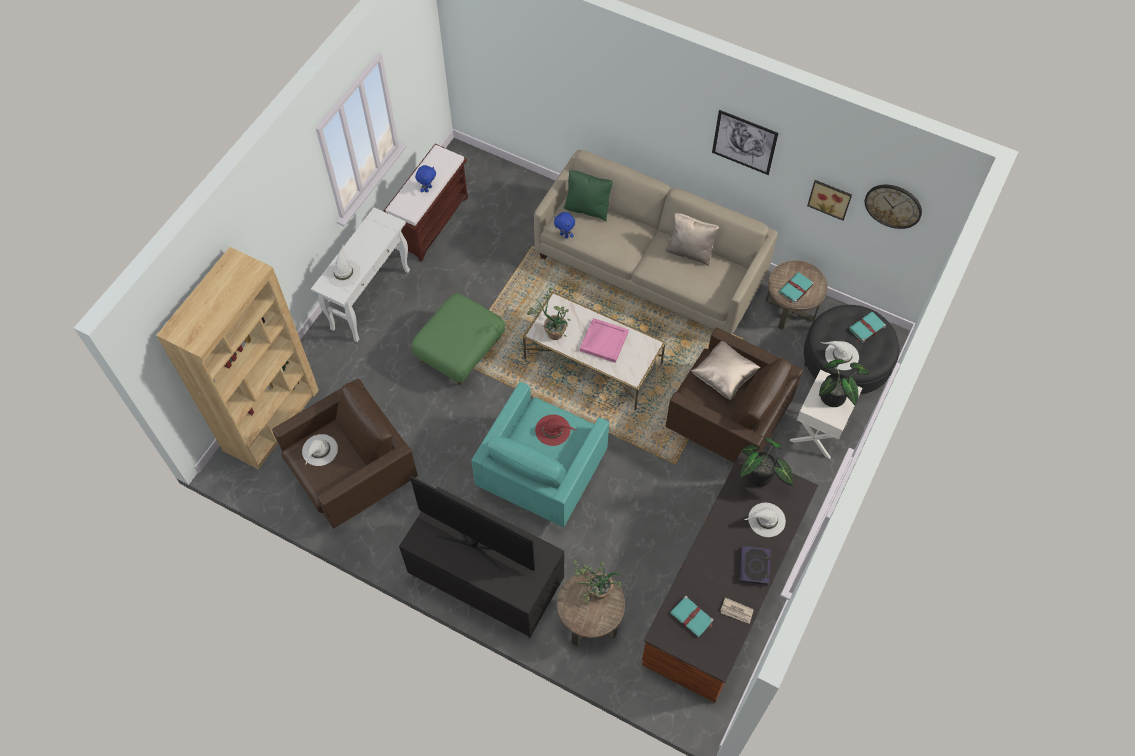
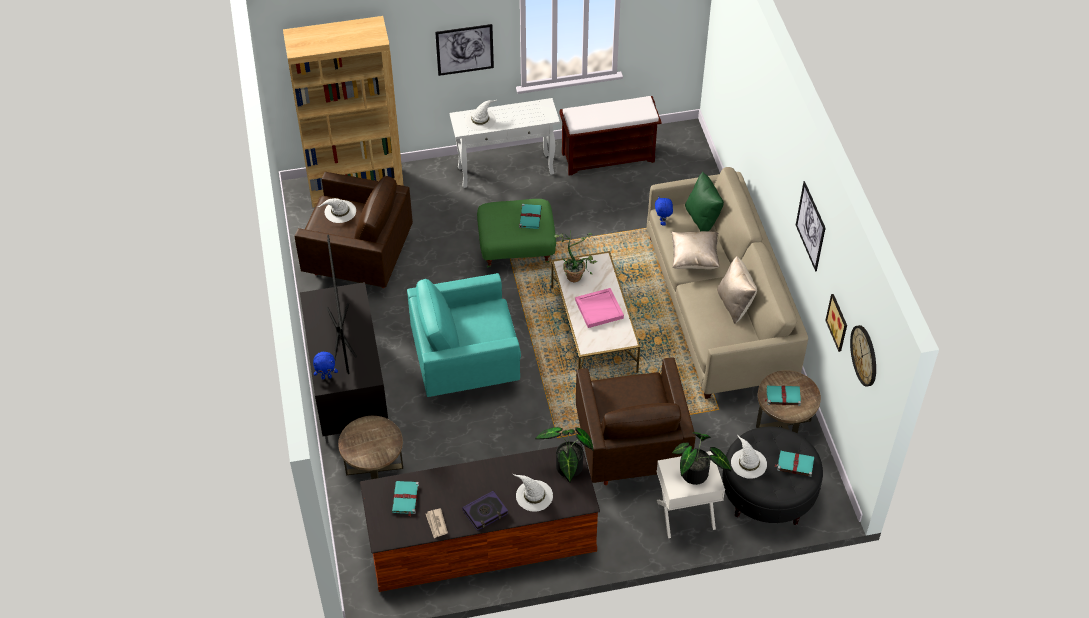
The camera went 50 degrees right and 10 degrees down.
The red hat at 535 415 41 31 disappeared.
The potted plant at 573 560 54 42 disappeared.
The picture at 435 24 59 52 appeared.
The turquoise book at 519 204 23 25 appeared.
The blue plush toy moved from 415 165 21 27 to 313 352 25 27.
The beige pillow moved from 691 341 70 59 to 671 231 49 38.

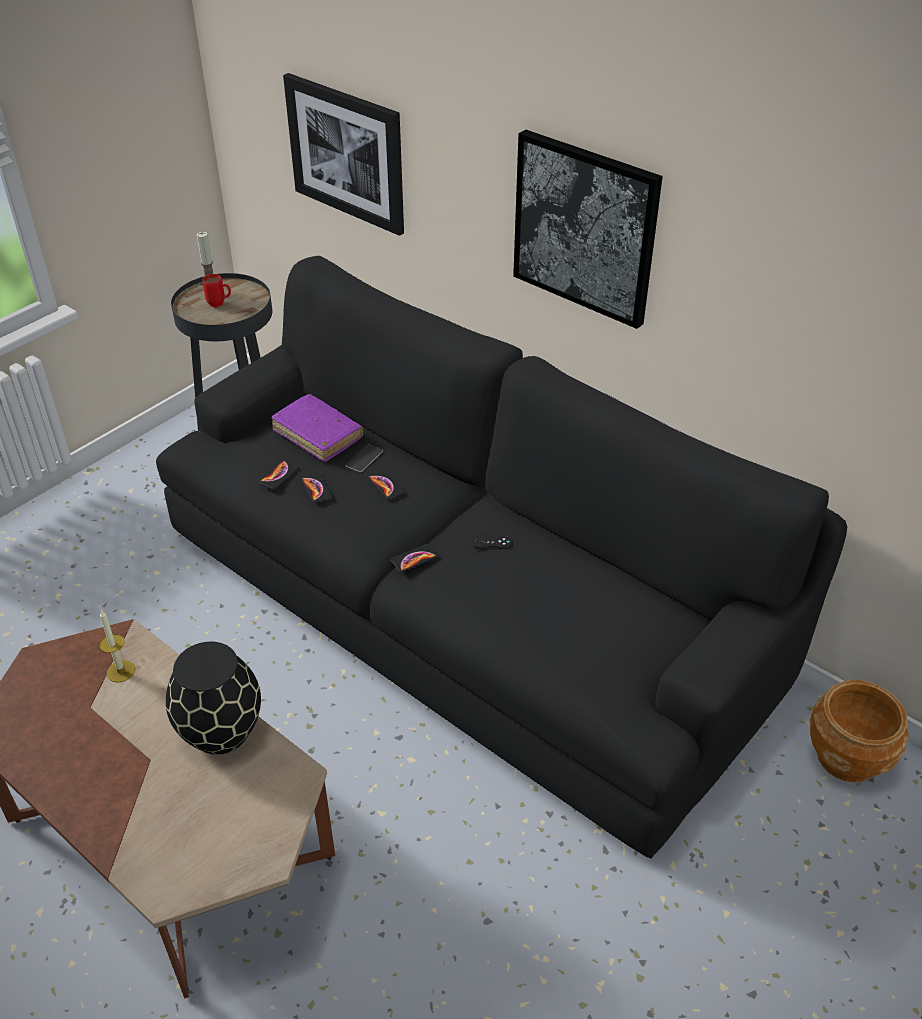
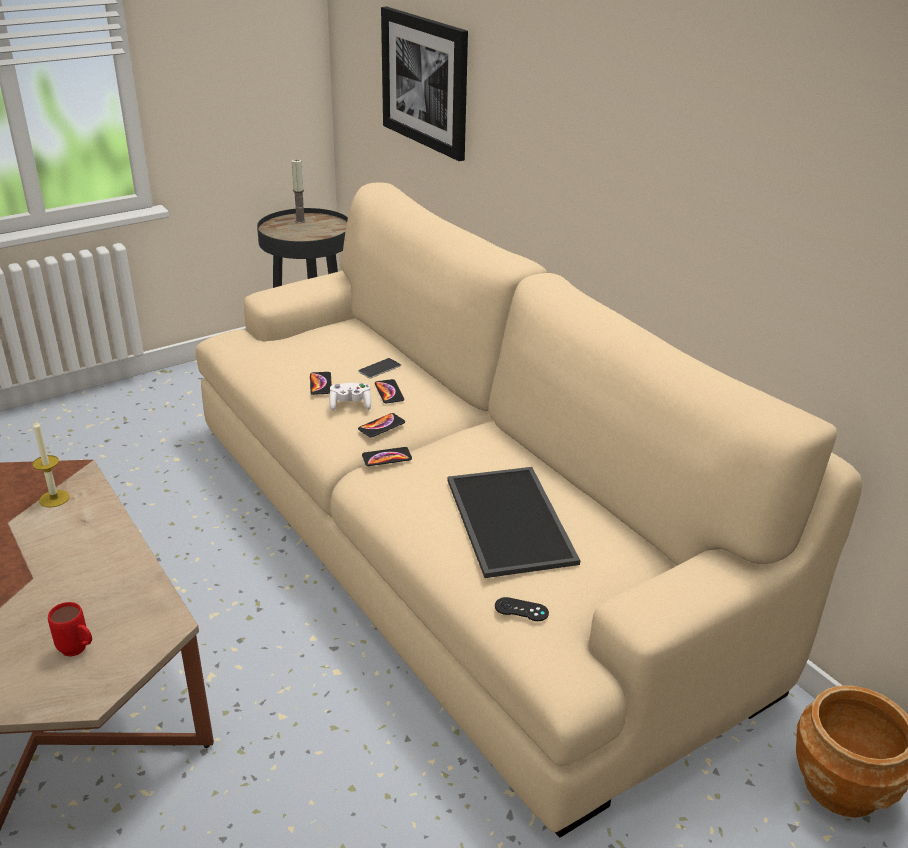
The camera went 15 degrees right and 10 degrees down.
The black vase at 166 642 95 113 disappeared.
The purple book at 272 394 91 68 disappeared.
The picture at 513 130 150 199 disappeared.
The white game controller at 329 383 42 28 appeared.
The tray at 448 467 132 111 appeared.
The red mug moved from 203 274 28 33 to 48 602 44 55.
The phone moved from 259 460 40 29 to 358 413 47 24.
The black game controller moved from 472 535 41 14 to 495 597 54 24.
The black sofa at 156 256 691 602 became the beige sofa at 196 182 666 656.

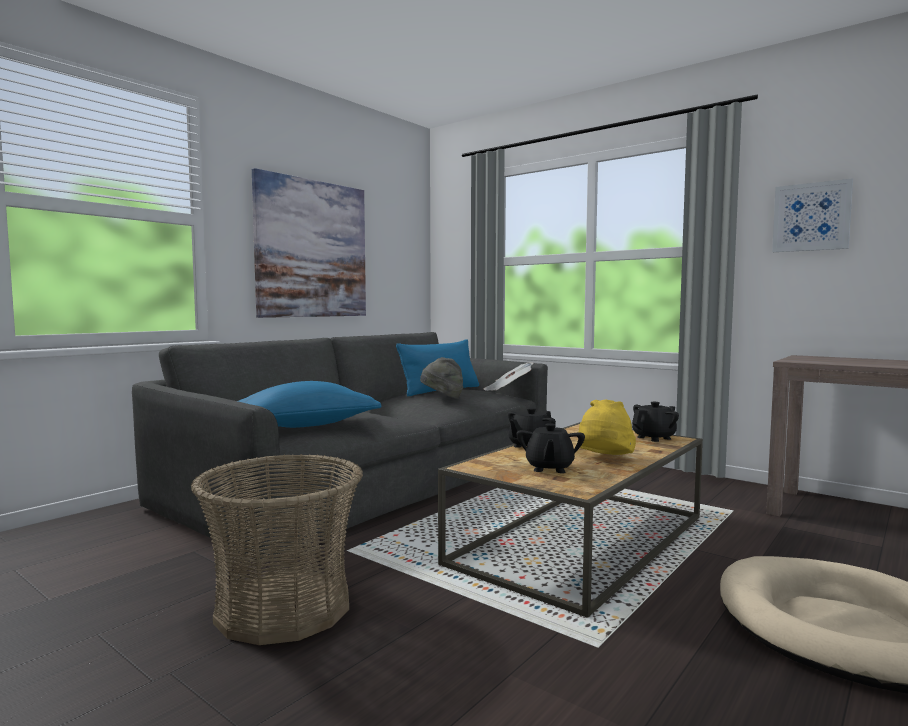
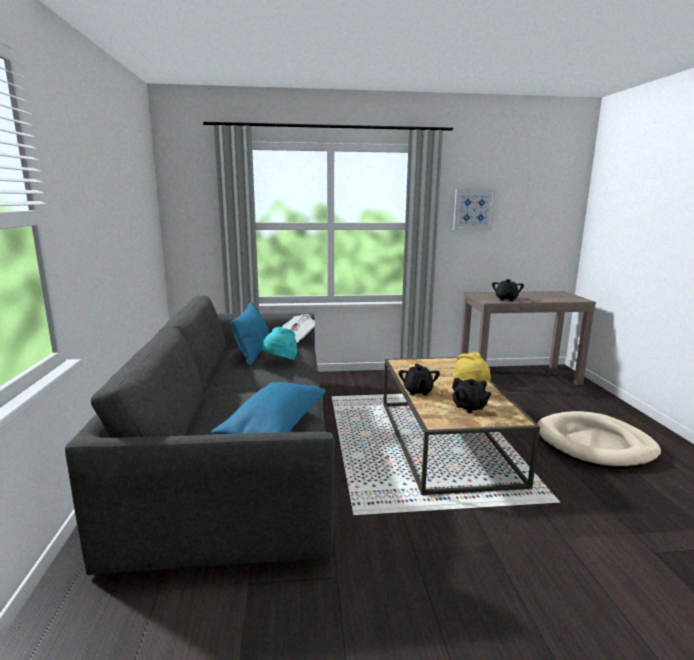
The camera went 45 degrees left and 10 degrees up.
The basket at 191 454 172 191 disappeared.
The picture at 252 168 114 150 disappeared.
The black teapot moved from 632 402 47 40 to 492 279 32 22.
The grey hat at 420 357 43 42 became the turquoise hat at 262 327 36 33.

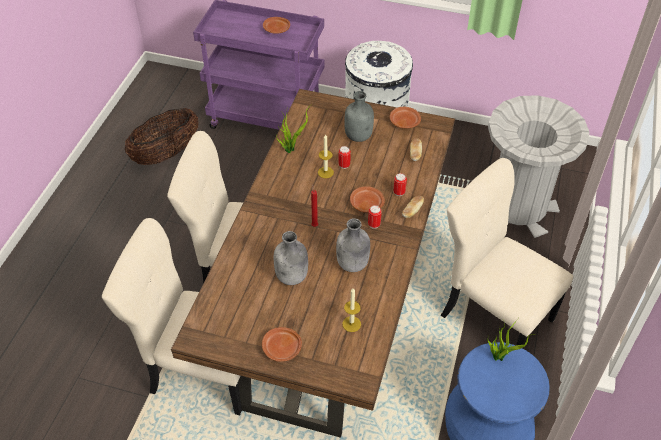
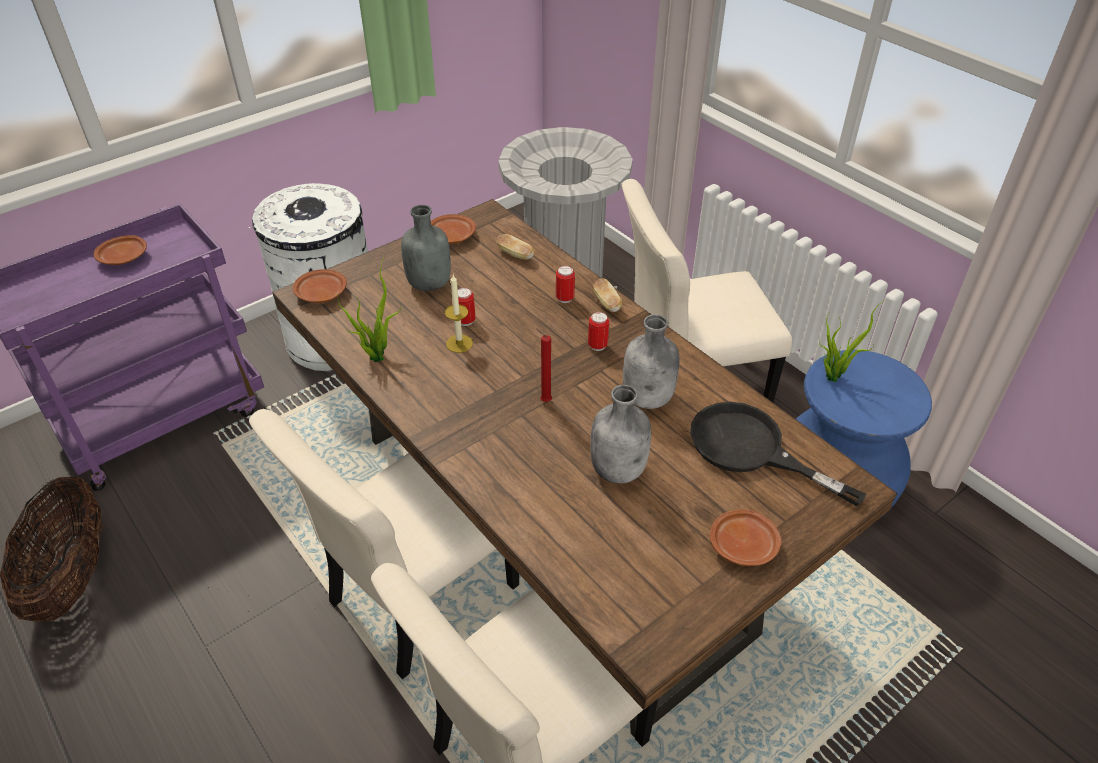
The camera went 55 degrees left and 5 degrees down.
The brown plate moved from 350 186 35 27 to 293 269 54 34.
The candle at 342 289 19 43 was replaced by the black frying pan at 690 402 176 104.

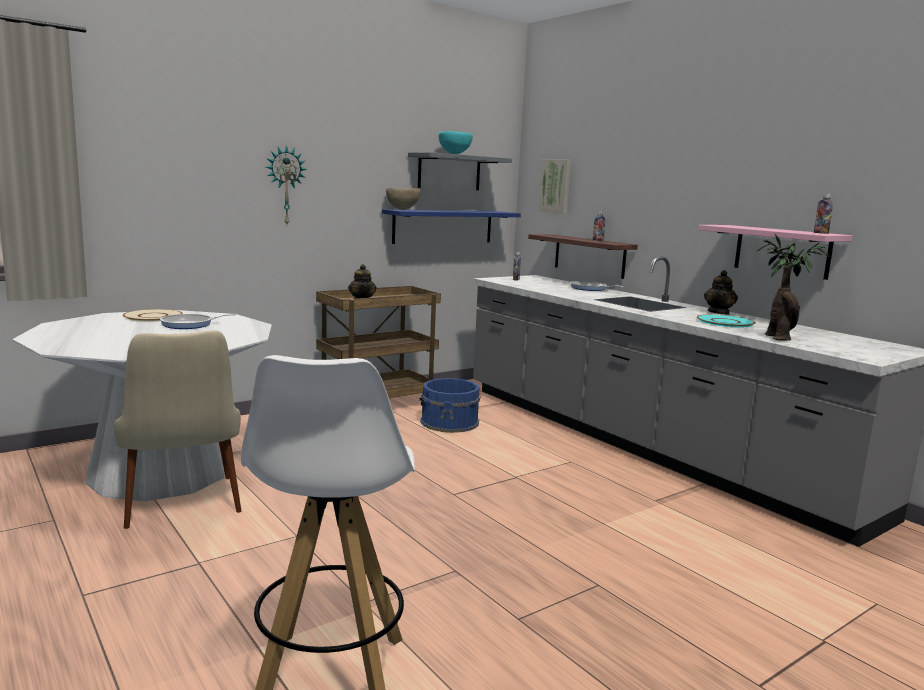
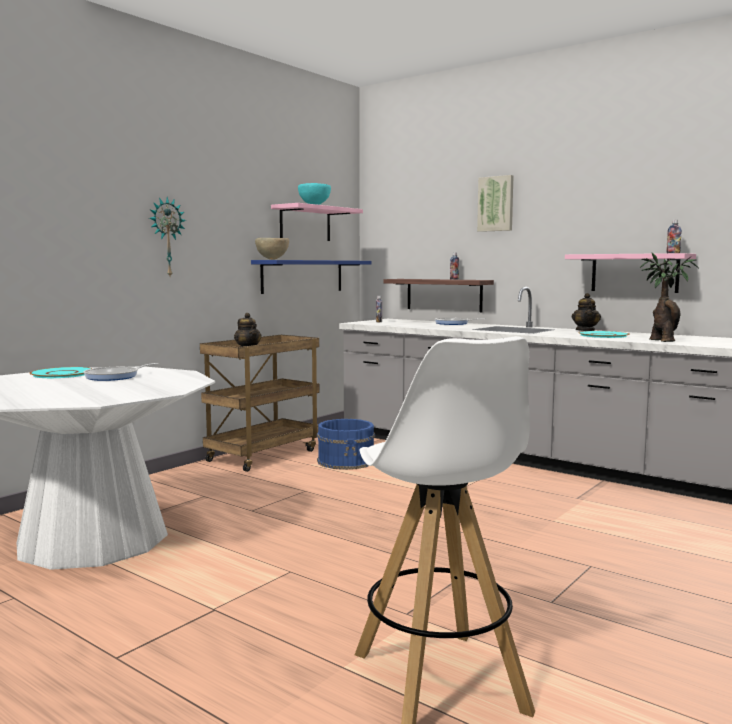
The camera went 15 degrees left and 5 degrees down.
The beige chair at 114 330 127 199 disappeared.
The picture moved from 539 159 32 55 to 477 175 37 57.
The beige plate at 123 309 60 13 became the turquoise plate at 30 367 63 11.
The grey shelf at 408 152 104 38 became the pink shelf at 271 203 92 38.

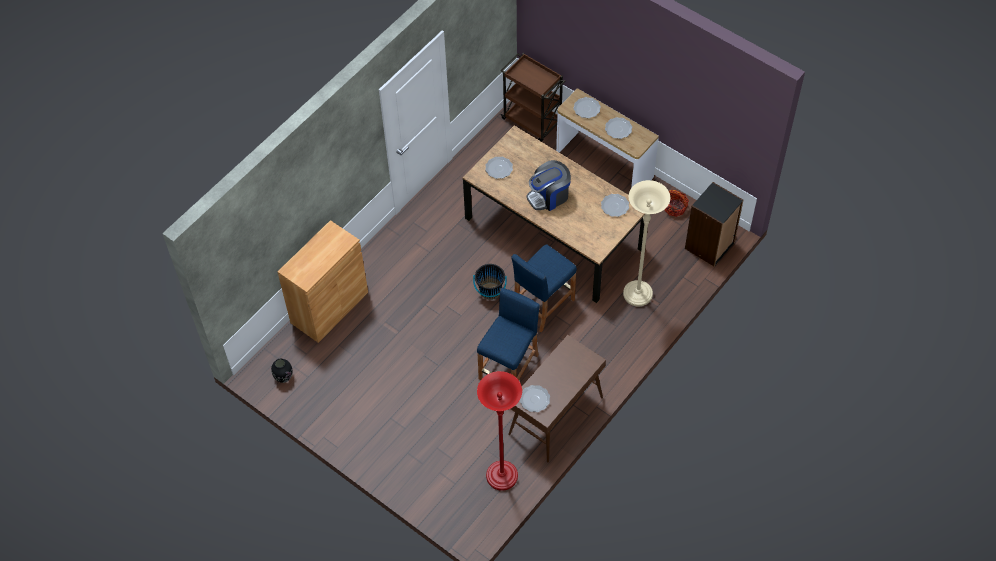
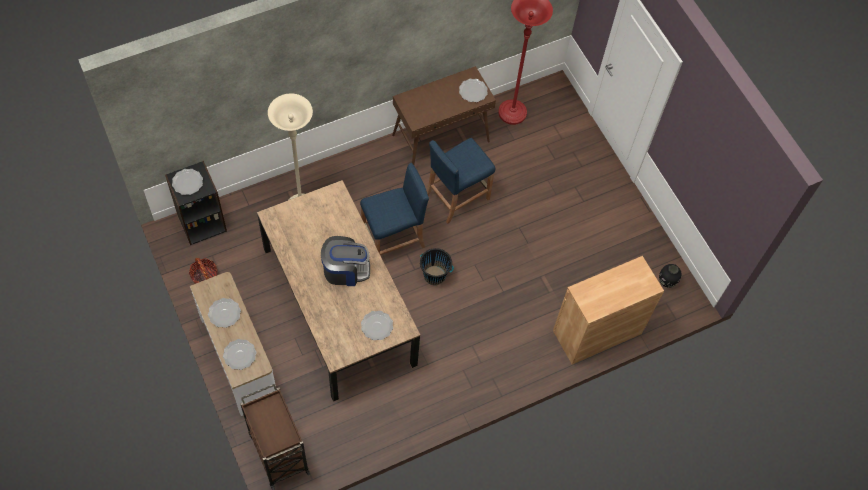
The camera went 160 degrees left and 5 degrees up.
The plate moved from 601 194 28 23 to 172 169 31 26.

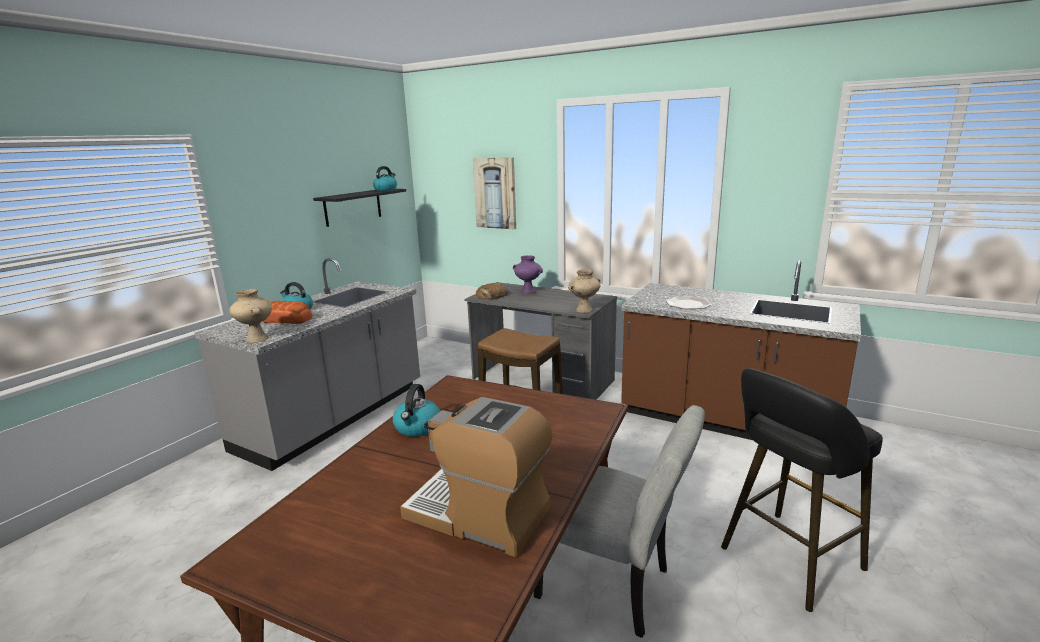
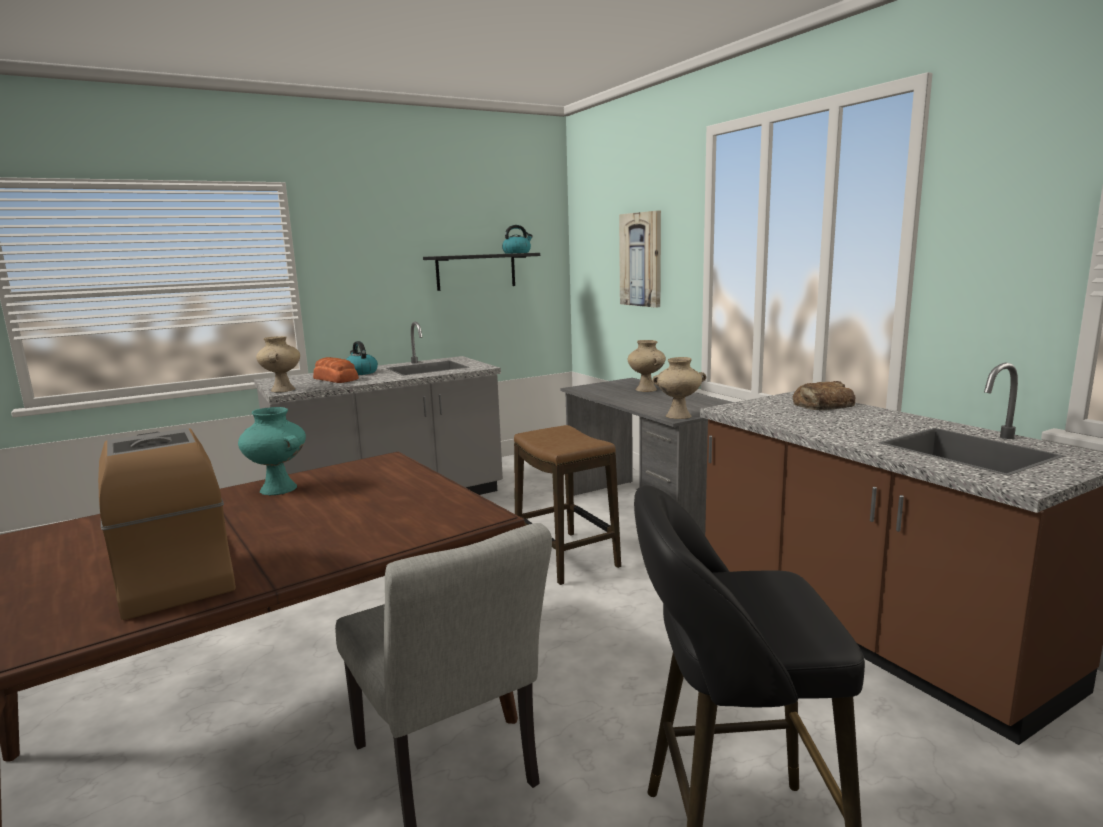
The camera went 30 degrees right and 5 degrees down.
The plate at 666 296 45 13 disappeared.
The bread moved from 476 282 32 18 to 793 381 63 29.
The kettle at 393 384 47 53 was replaced by the turquoise vase at 238 407 68 88.
The purple vase at 513 255 30 39 became the beige vase at 627 340 39 52.

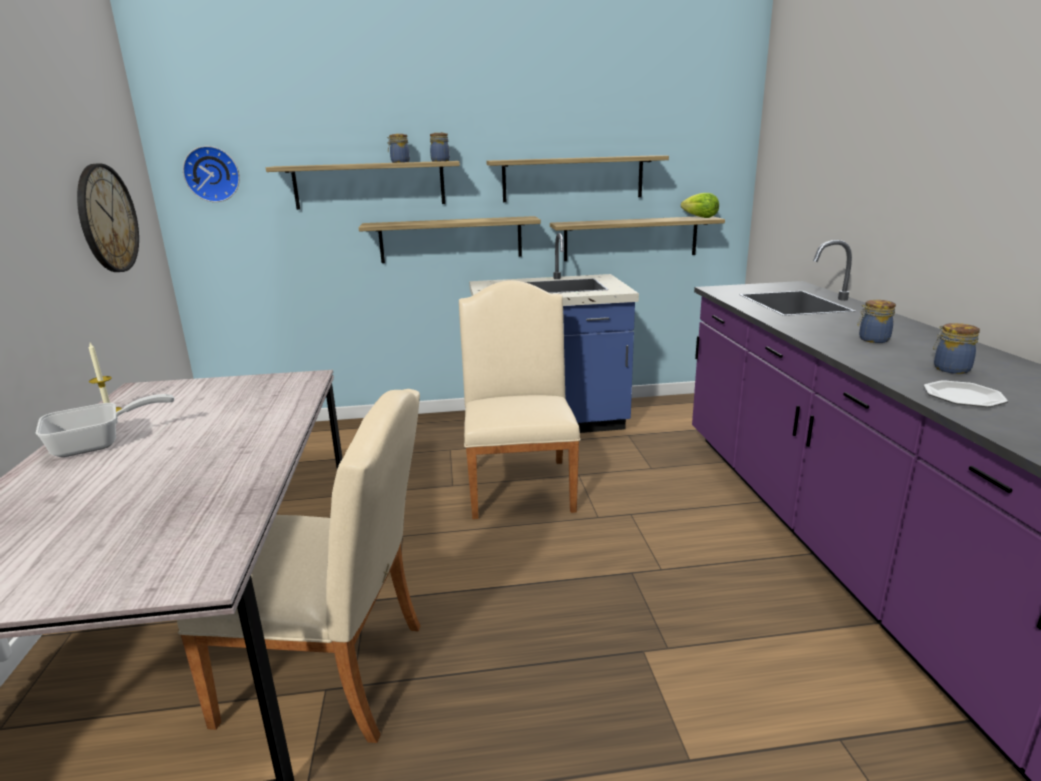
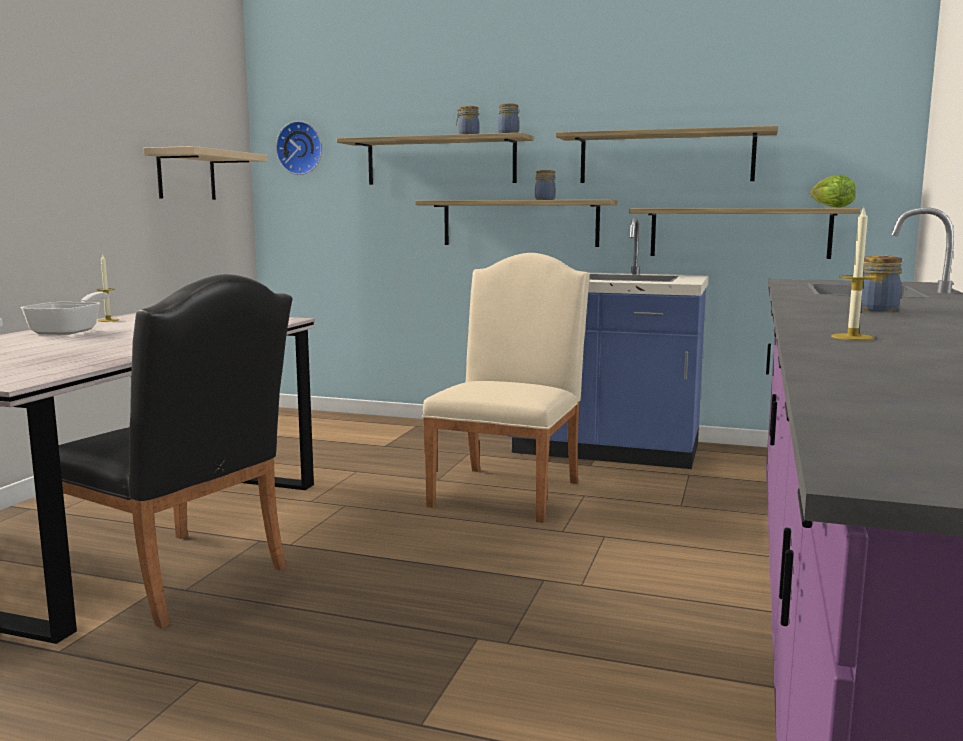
The camera went 25 degrees right and 10 degrees down.
The jar moved from 933 323 47 51 to 535 170 21 30.
The wall clock at 77 164 62 108 was replaced by the beige shelf at 144 146 123 54.
The plate at 924 380 84 27 was replaced by the candle at 831 207 46 134.
The beige chair at 177 389 244 354 became the black chair at 59 274 234 354.
The frying pan at 36 394 138 63 turned 75 degrees counterclockwise.

